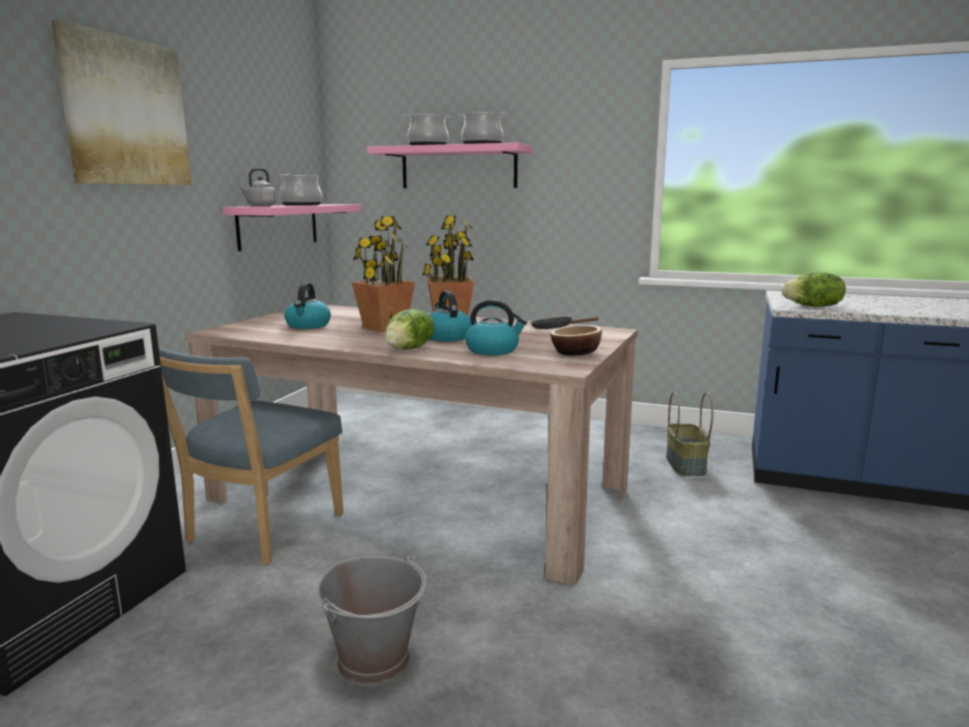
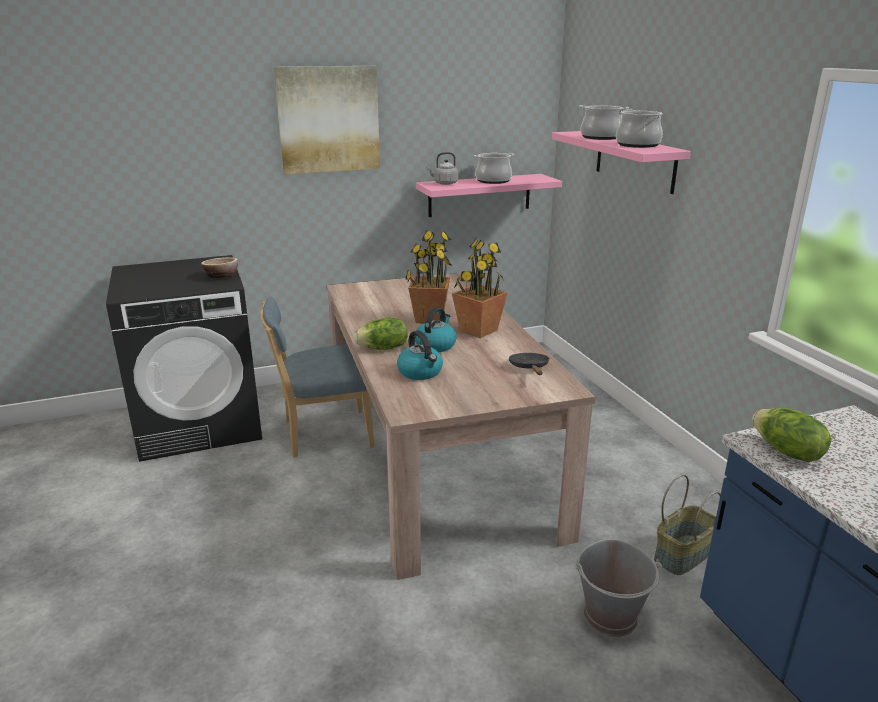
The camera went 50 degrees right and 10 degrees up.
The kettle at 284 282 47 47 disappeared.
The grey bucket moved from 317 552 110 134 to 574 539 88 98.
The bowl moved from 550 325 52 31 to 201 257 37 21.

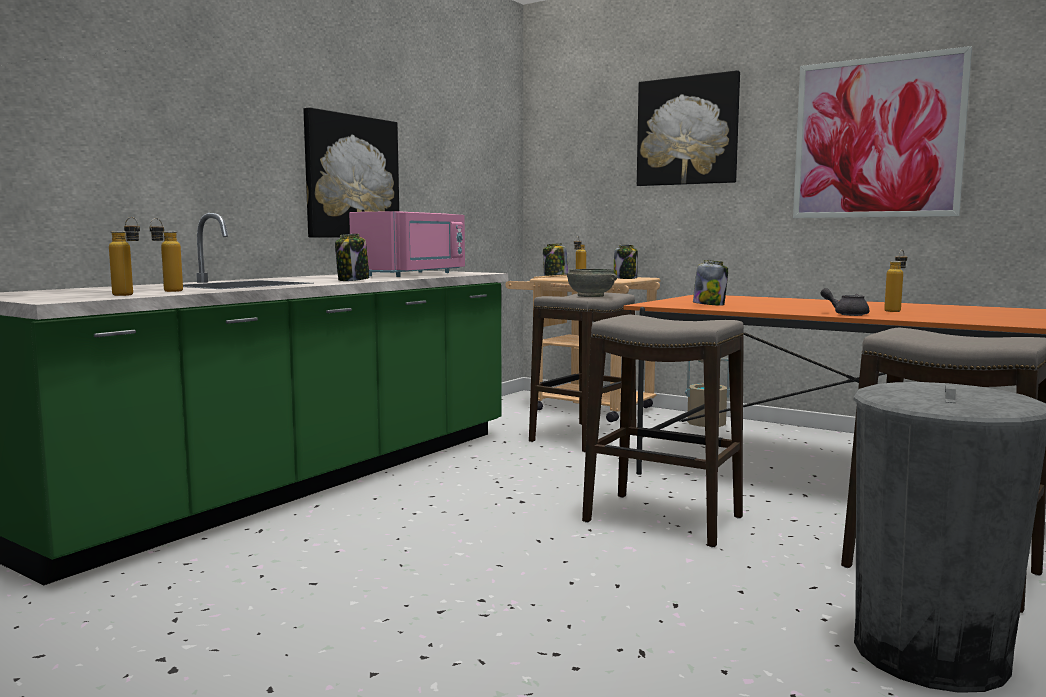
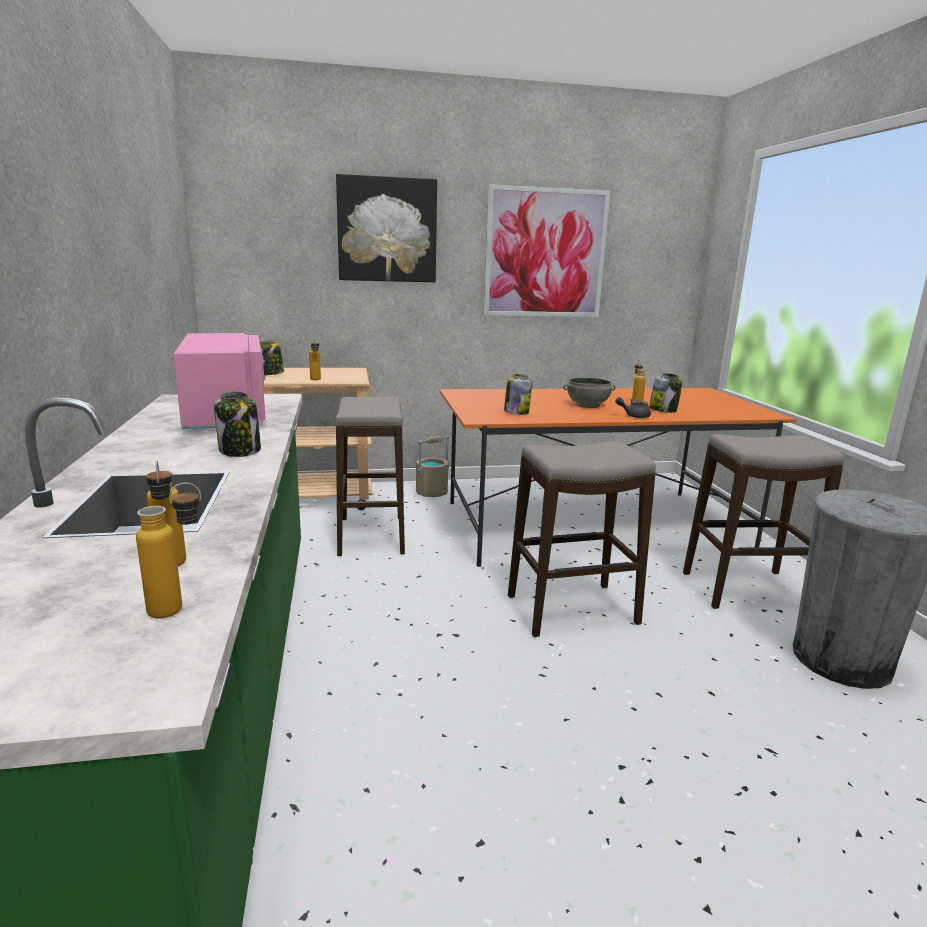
The camera went 45 degrees left and 10 degrees up.
The picture at 304 107 95 130 disappeared.
The grey bowl moved from 567 269 50 28 to 563 378 53 30.
The jar moved from 614 245 24 34 to 649 373 34 40.

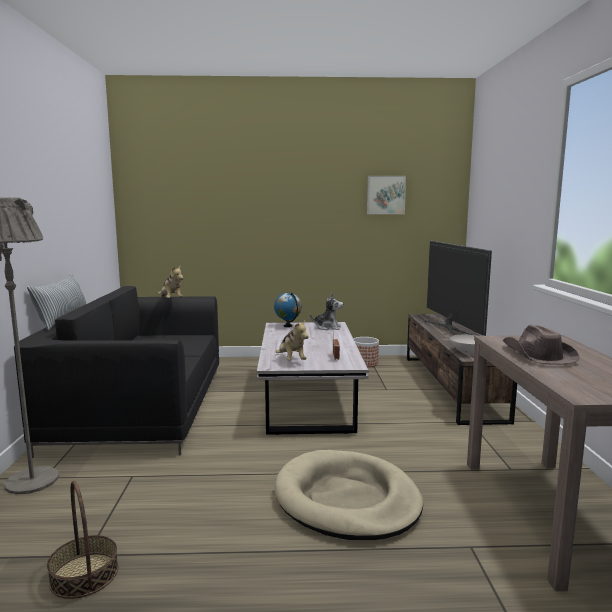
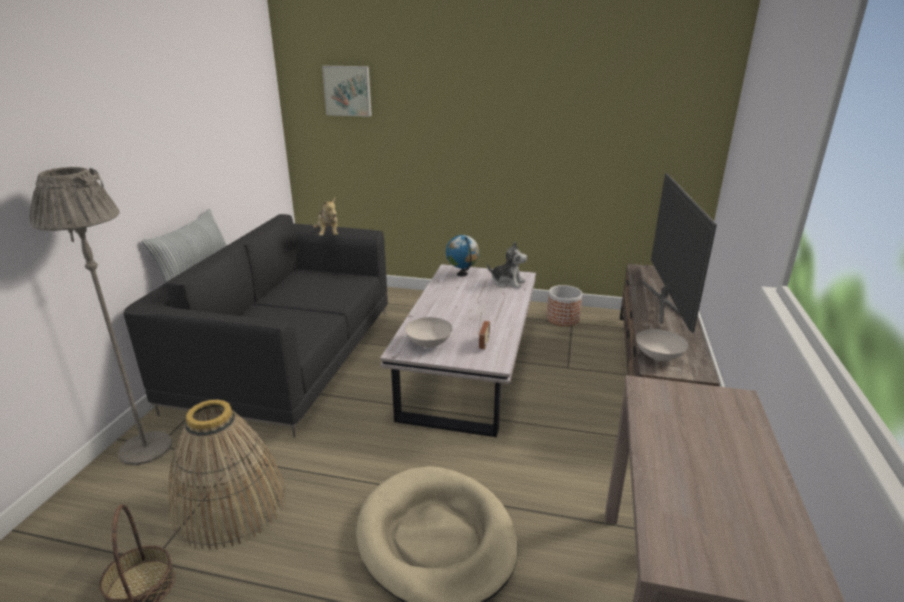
The camera went 15 degrees right and 15 degrees up.
The brown hat at 502 325 78 40 disappeared.
The basket at 168 399 118 151 appeared.
The picture moved from 367 176 39 38 to 322 66 50 51.
The plush toy at 276 319 33 41 was replaced by the white bowl at 405 317 48 31.

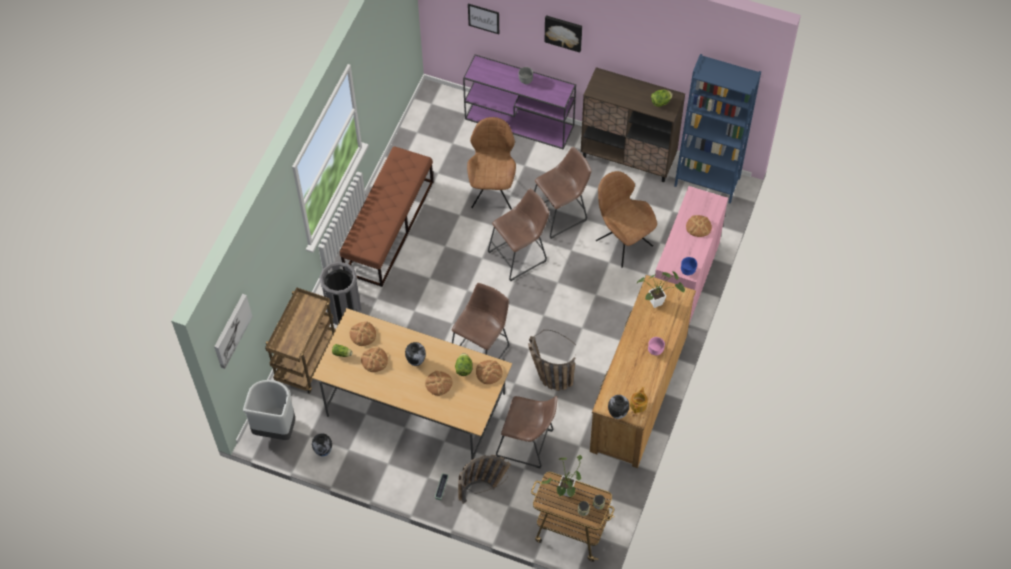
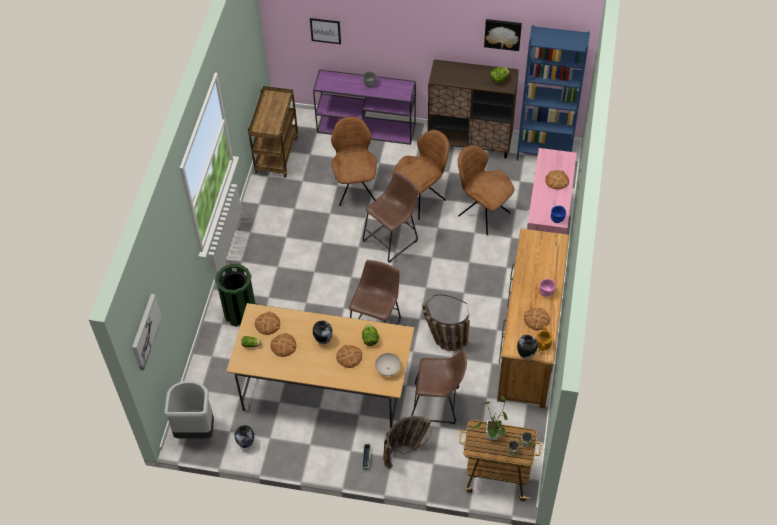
The camera went 10 degrees left and 5 degrees down.
The brown bench at 340 146 93 141 disappeared.
The potted plant at 637 271 48 37 disappeared.
The white bowl at 375 353 26 23 appeared.
The brown cart moved from 265 287 71 107 to 248 86 50 91.
The bread moved from 476 360 26 24 to 524 308 26 23.
The picture moved from 545 15 37 38 to 484 19 38 32.
The brown stool at 534 147 57 92 was replaced by the brown chair at 392 130 58 90.
The grey trash can at 319 262 43 63 became the green trash can at 215 264 40 63.

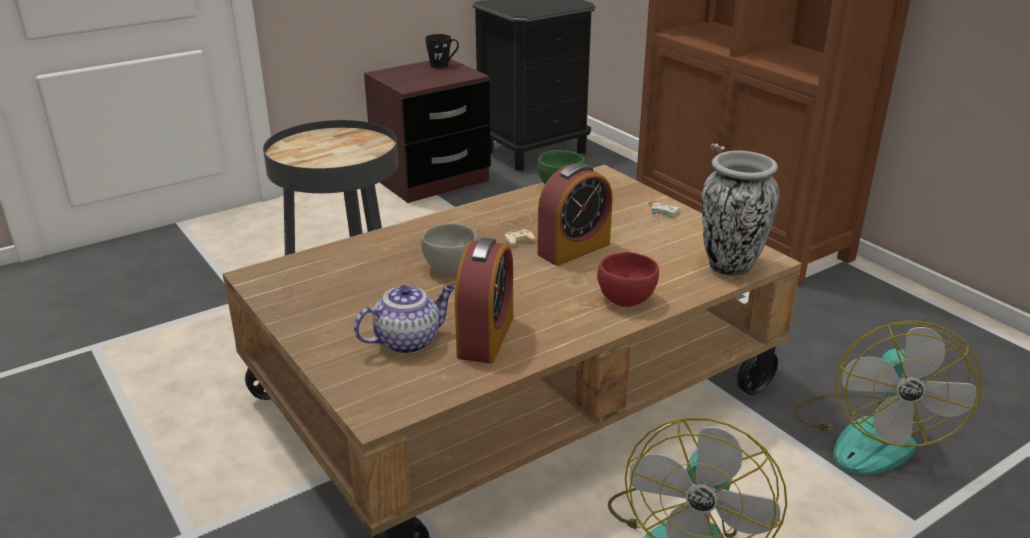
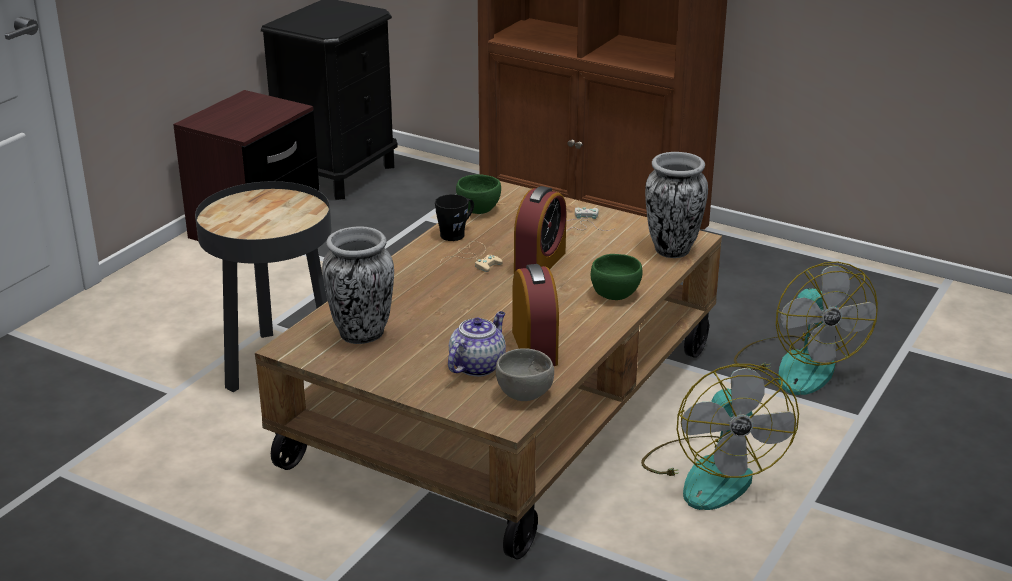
The camera went 25 degrees left and 0 degrees up.
The vase at 322 226 72 118 appeared.
The grey bowl moved from 421 224 57 50 to 495 348 59 53.
The black mug moved from 425 34 34 34 to 435 194 39 47.
The red bowl at 597 252 62 55 became the green bowl at 591 254 52 46.

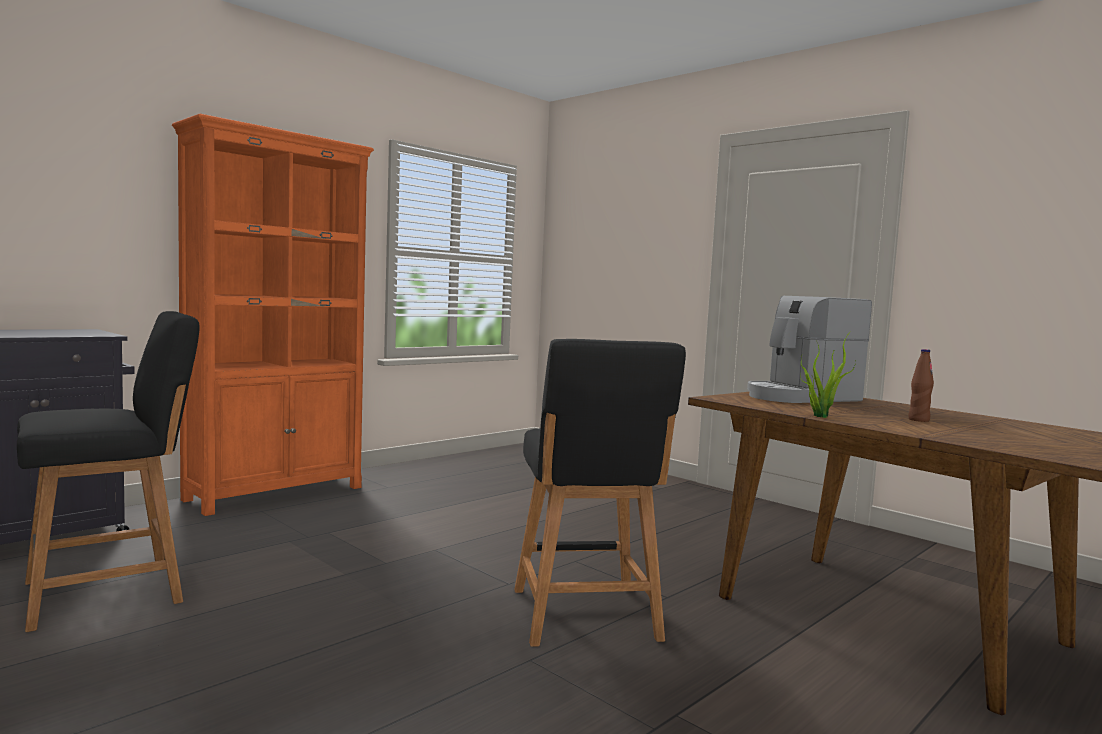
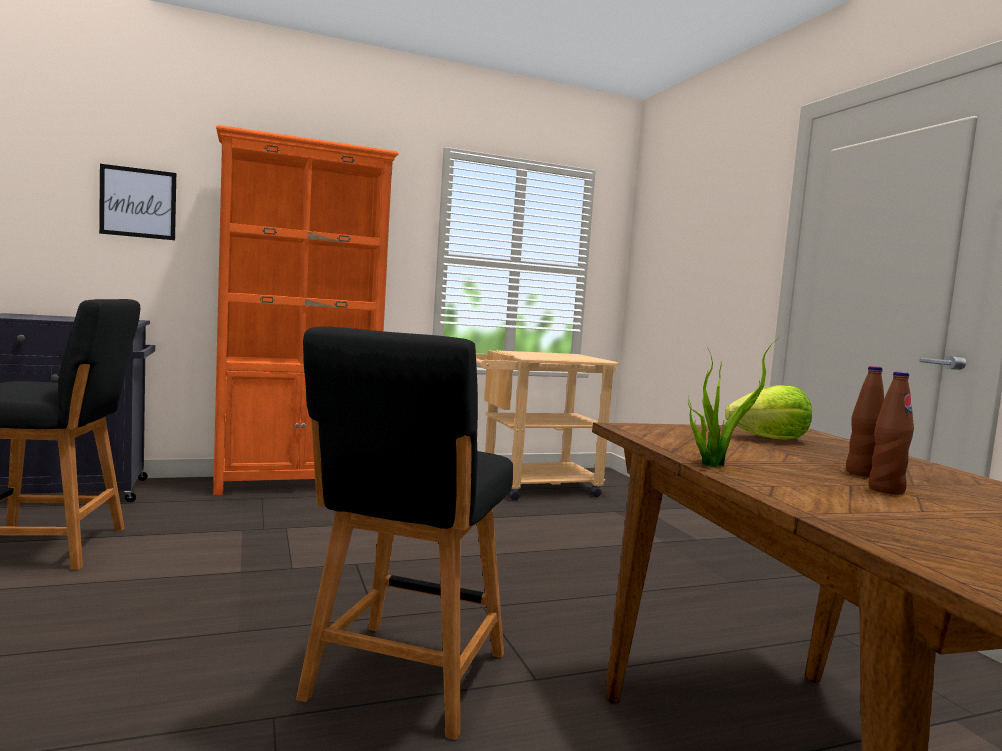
The camera went 25 degrees right and 0 degrees up.
The picture at 99 164 77 76 appeared.
The beige cart at 476 350 143 151 appeared.
The brown bottle at 846 366 38 111 appeared.
The coffee machine at 747 296 125 107 was replaced by the lettuce at 725 385 87 55.

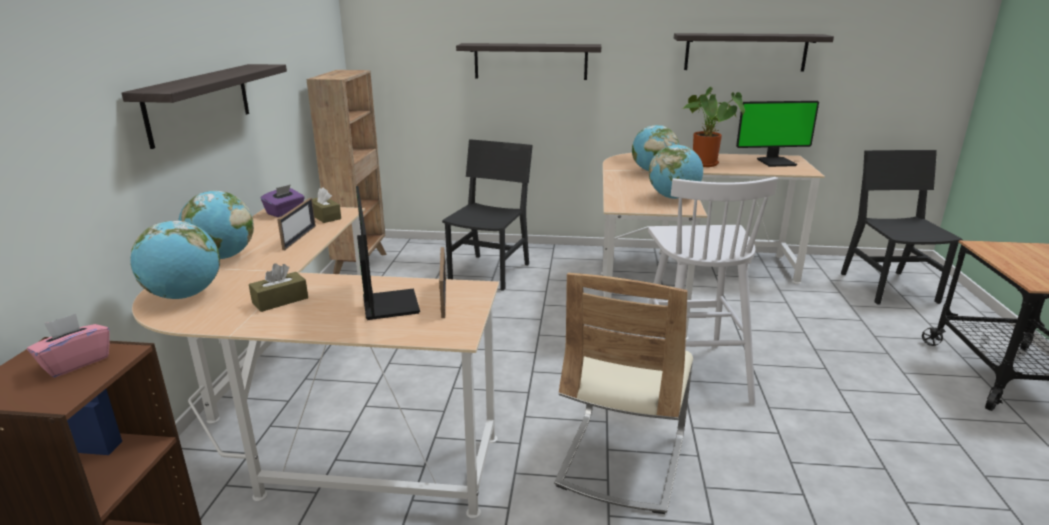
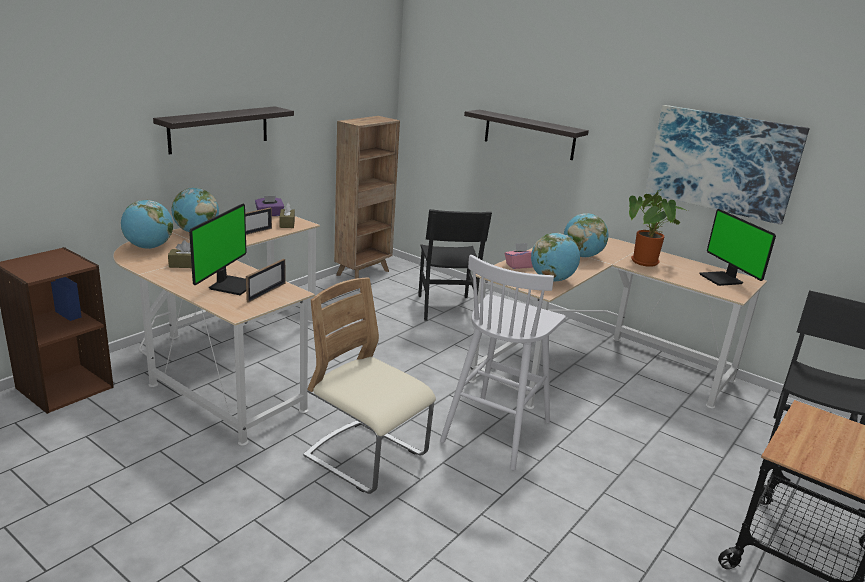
The camera went 30 degrees right and 0 degrees up.
The pink tissue box moved from 27 313 83 65 to 505 243 28 26.
The shelf at 674 33 160 39 was replaced by the picture at 645 105 165 120.
The black chair at 442 139 91 152 turned 120 degrees clockwise.
The beige chair at 554 273 139 241 turned 75 degrees clockwise.
The monitor at 736 101 83 66 turned 45 degrees clockwise.

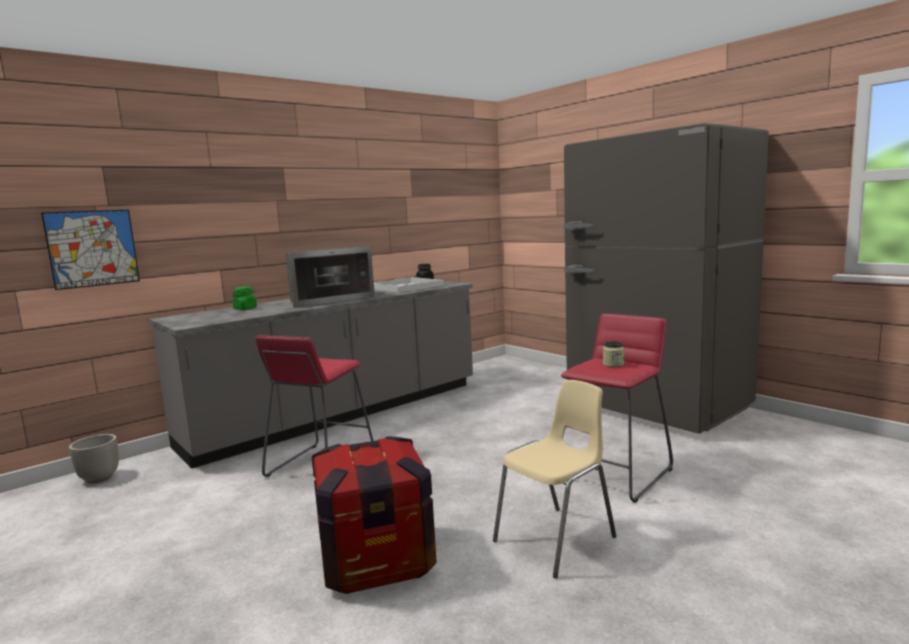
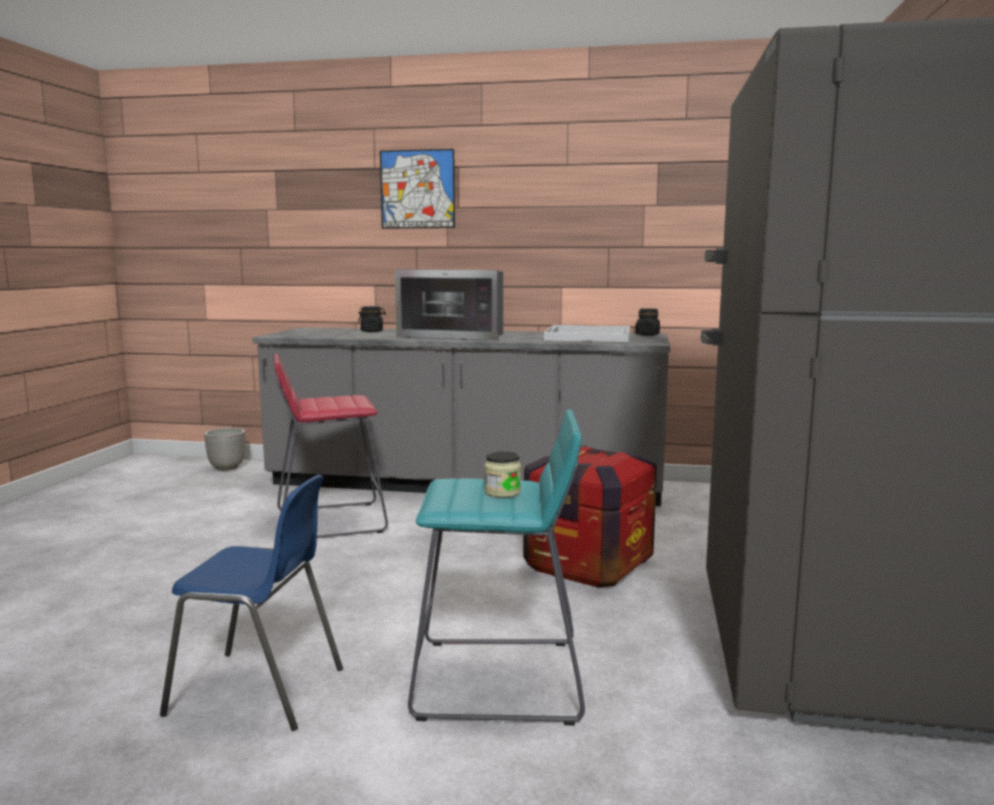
The camera went 50 degrees right and 0 degrees up.
The picture moved from 41 210 99 80 to 380 149 75 79.
The crate moved from 312 436 125 158 to 523 445 134 142.
The green jar at 233 287 24 23 became the black jar at 358 306 28 26.
The beige chair at 493 380 123 198 became the blue chair at 160 475 183 256.
The red stool at 561 314 112 189 became the turquoise stool at 408 409 177 316.

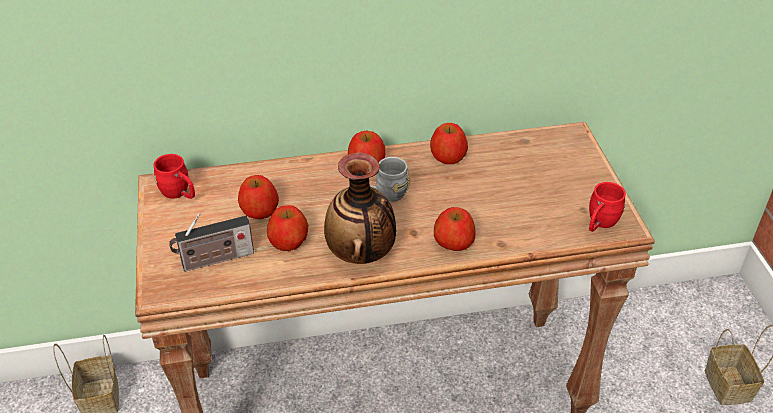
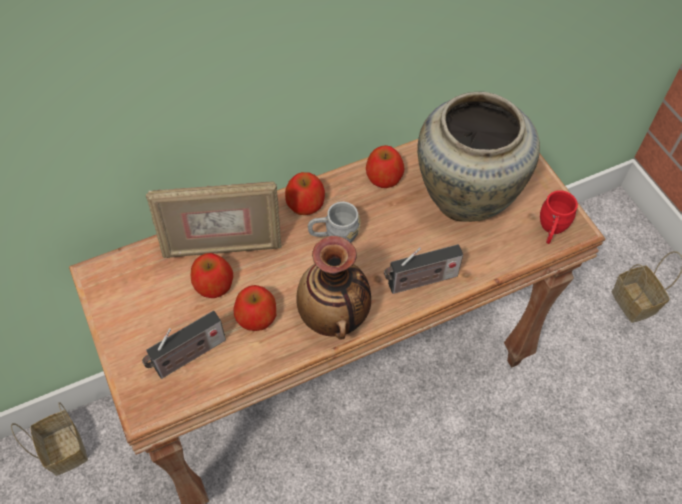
The camera went 15 degrees left and 15 degrees up.
The red mug at 153 154 42 45 disappeared.
The picture frame at 146 182 136 76 appeared.
The beige vase at 417 92 123 130 appeared.
The apple at 434 207 42 44 was replaced by the radio at 384 244 79 50.

